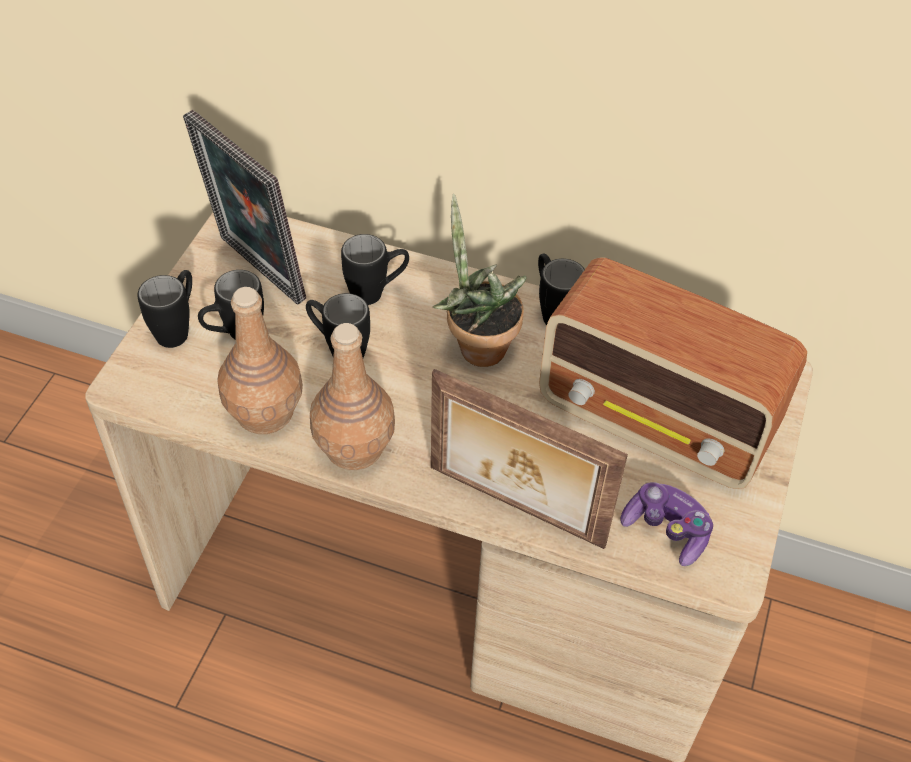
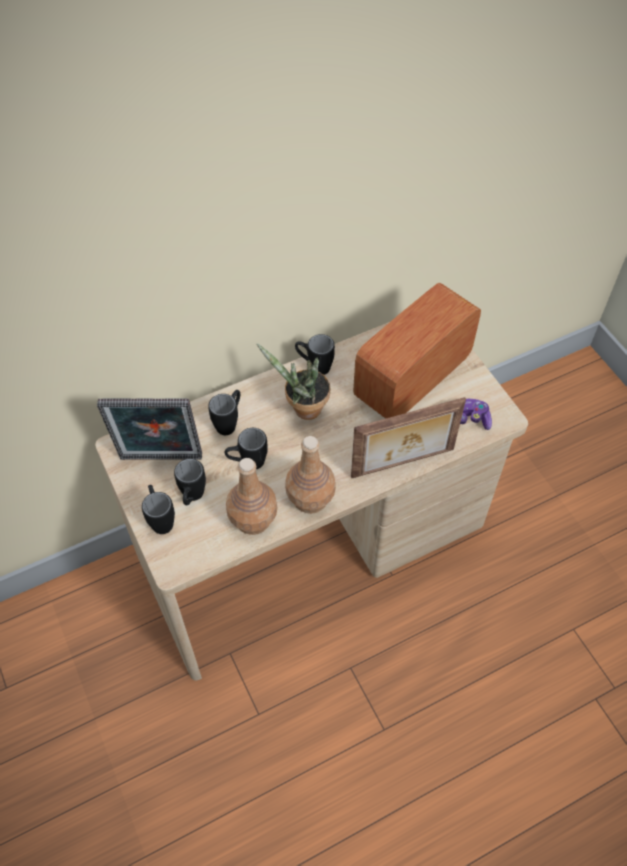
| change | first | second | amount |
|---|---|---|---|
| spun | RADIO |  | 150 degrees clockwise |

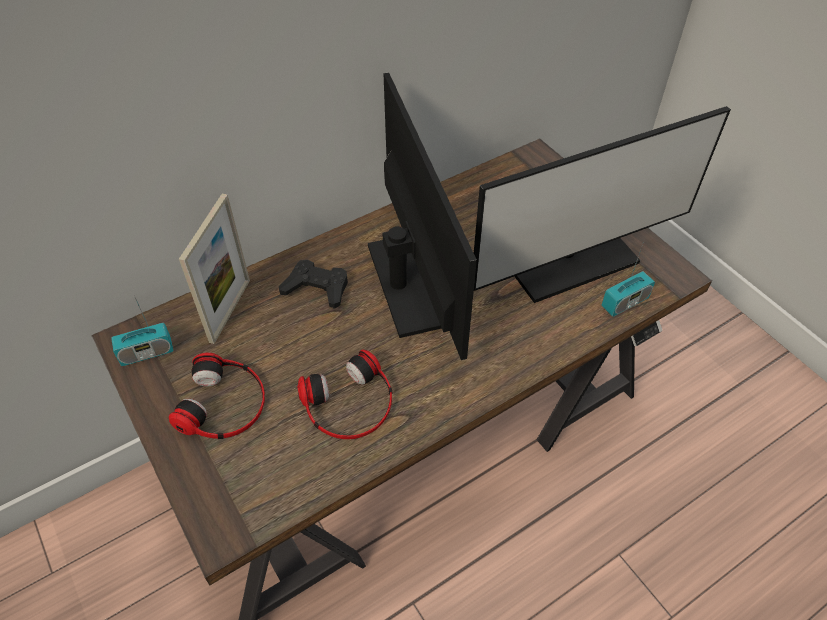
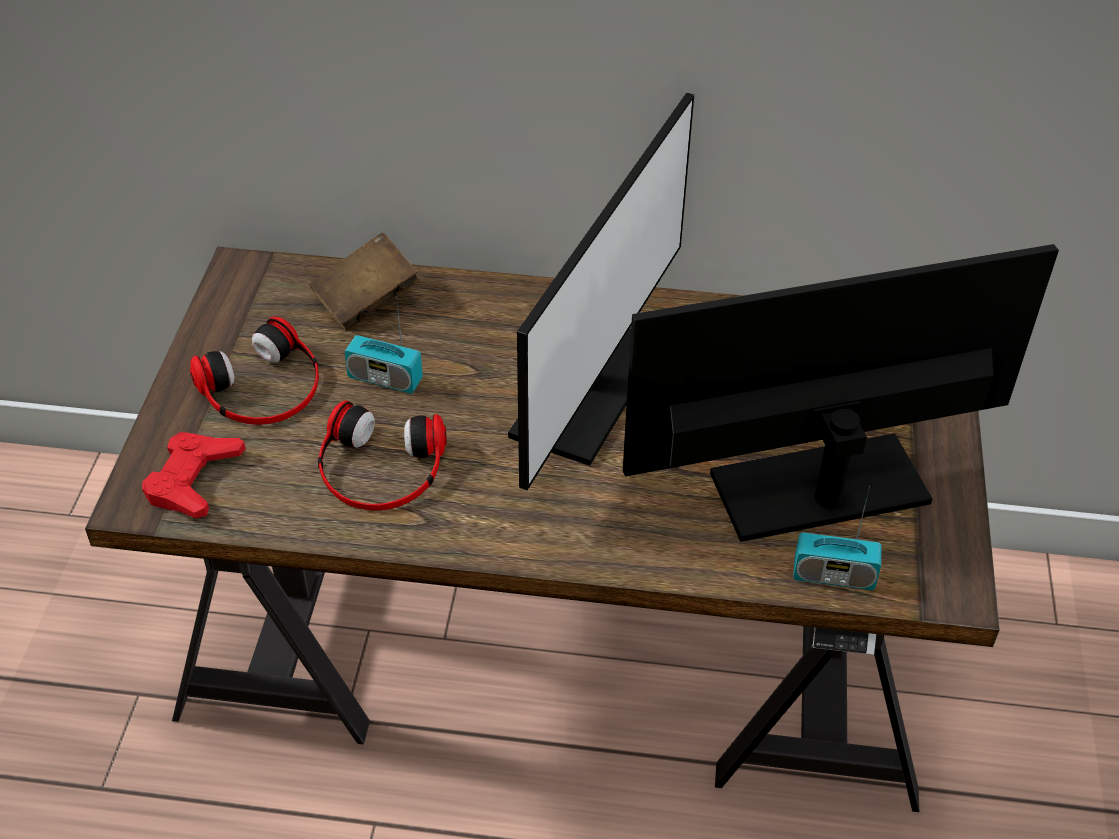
| change | first | second | amount |
|---|---|---|---|
| relocated | RADIO (no. 1 from left) |  |  |
| exchanged | PHOTO FRAME | BROWNISH BOOK |  |
| missing | BLACKISH GAME CONTROLLER |  |  |
| spun | COMPUTER DISPLAY (no. 2 from left) |  | 150 degrees clockwise |
| appeared |  | RED-COLOURED GAME CONTROLLER |  |

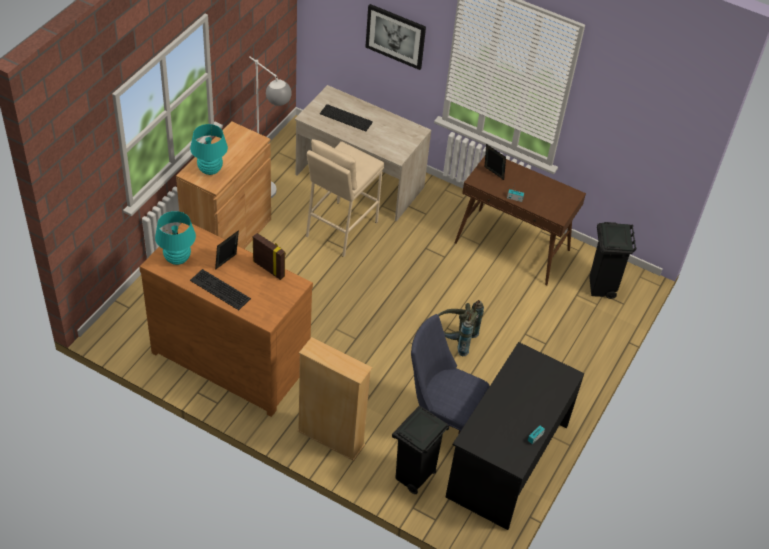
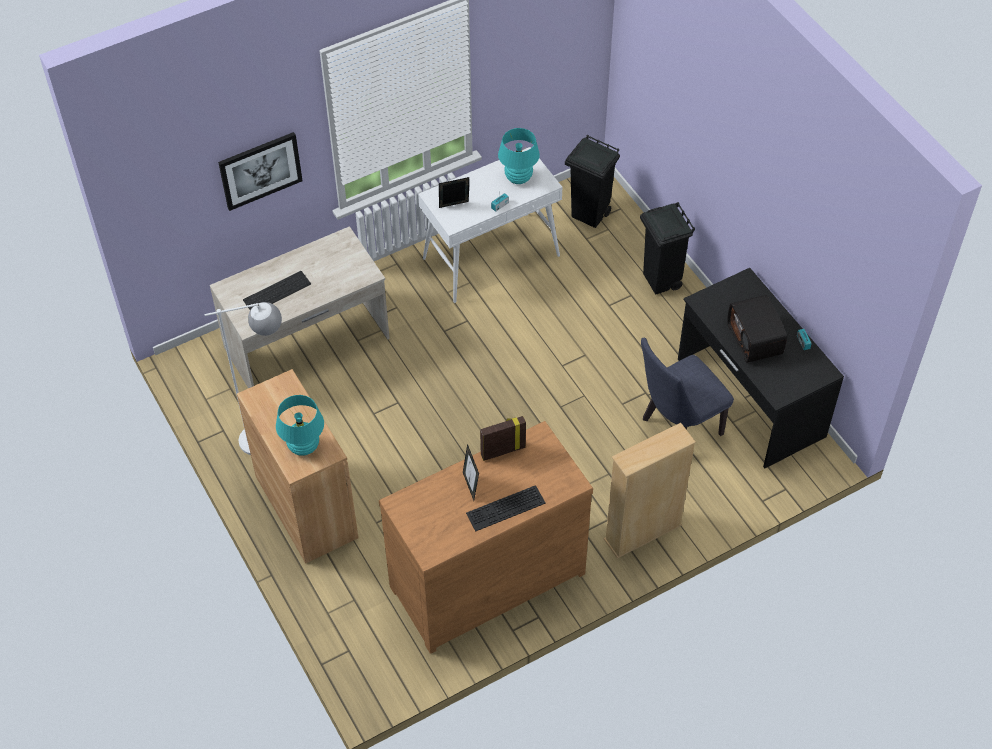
| change | first | second | amount |
|---|---|---|---|
| relocated | TURQUOISE-COLOURED TABLE LAMP (no. 1 from left in the first image) | TURQUOISE-COLOURED TABLE LAMP (no. 2 from left) |  |
| missing | SAND-COLOURED STOOL SEAT |  |  |
| relocated | BLACKISH TRASH CAN (no. 1 from left in the first image) | BLACKISH TRASH CAN (no. 2 from left) |  |
| missing | GREY KNAPSACK |  |  |
| colour | BROWNISH HALL TABLE | WHITISH HALL TABLE |  |
| appeared |  | RADIO (no. 2 from left) |  |

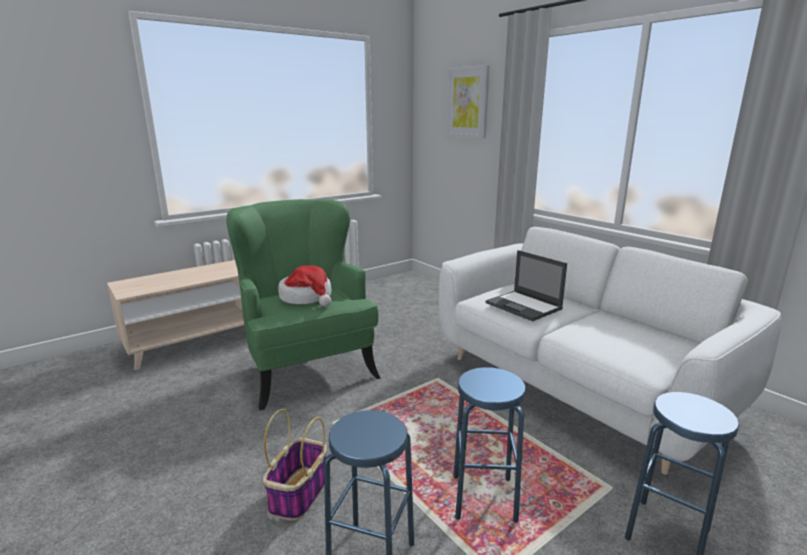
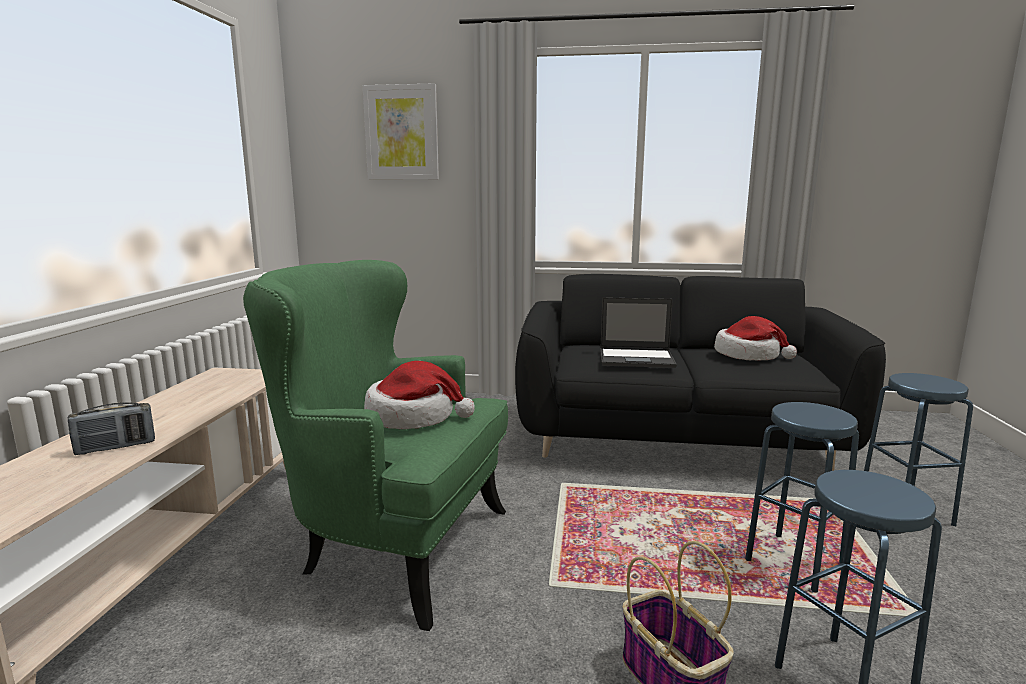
| change | first | second | amount |
|---|---|---|---|
| colour | WHITISH SETTEE | BLACKISH SETTEE |  |
| appeared |  | RADIO |  |
| appeared |  | HAT (no. 2 from left) |  |

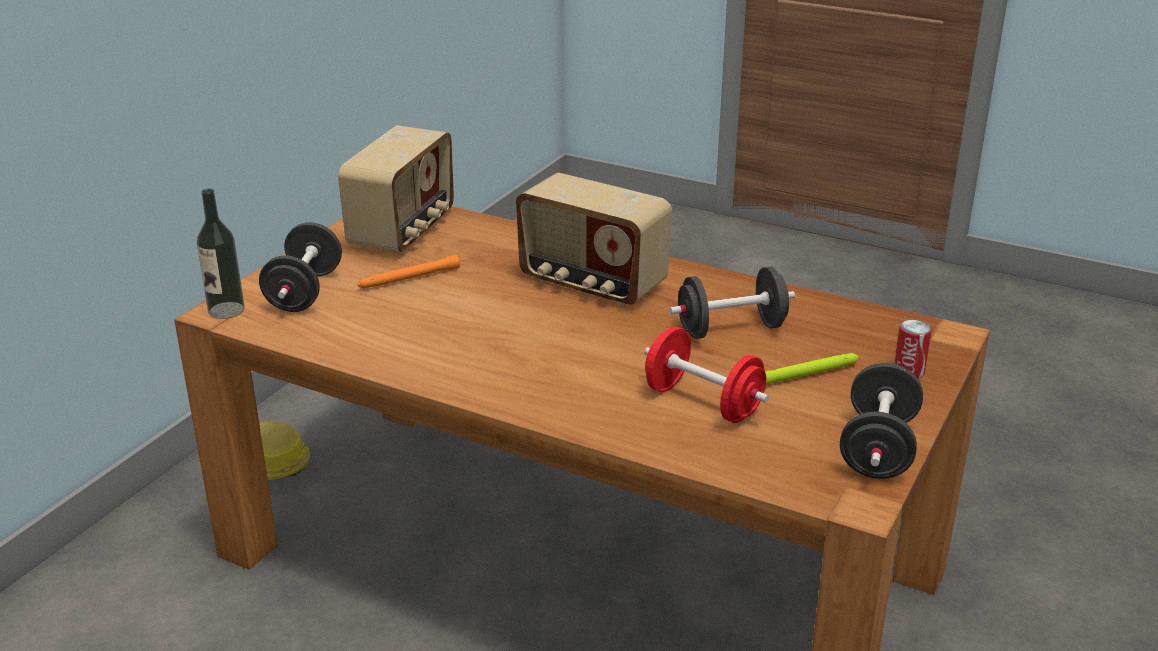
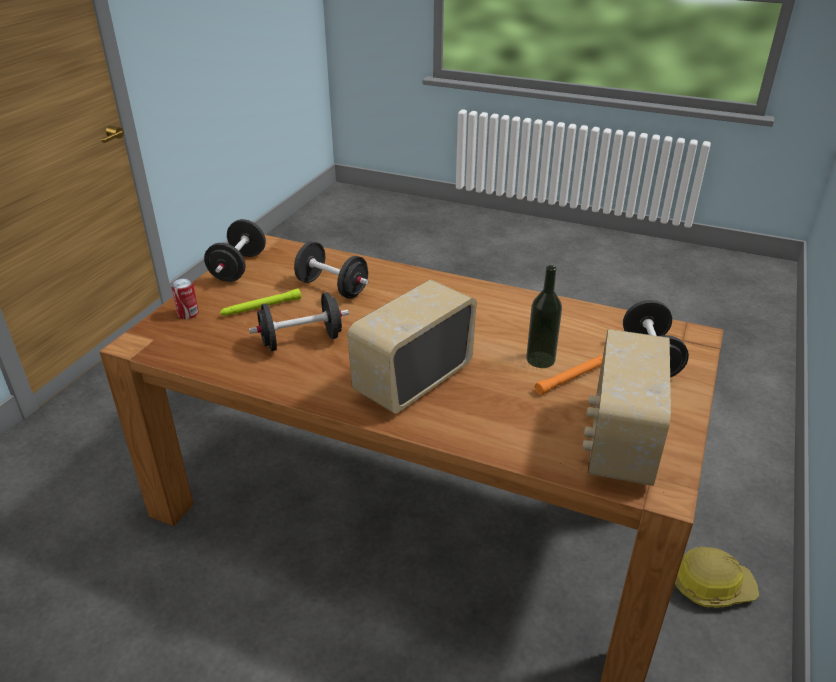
| change | first | second | amount |
|---|---|---|---|
| relocated | BOTTLE |  |  |
| spun | RADIO (no. 2 from left in the first image) | RADIO (no. 1 from left) | 75 degrees counterclockwise |
| colour | RED-COLOURED FREE WEIGHT | BLACKISH FREE WEIGHT (no. 3 from left) |  |

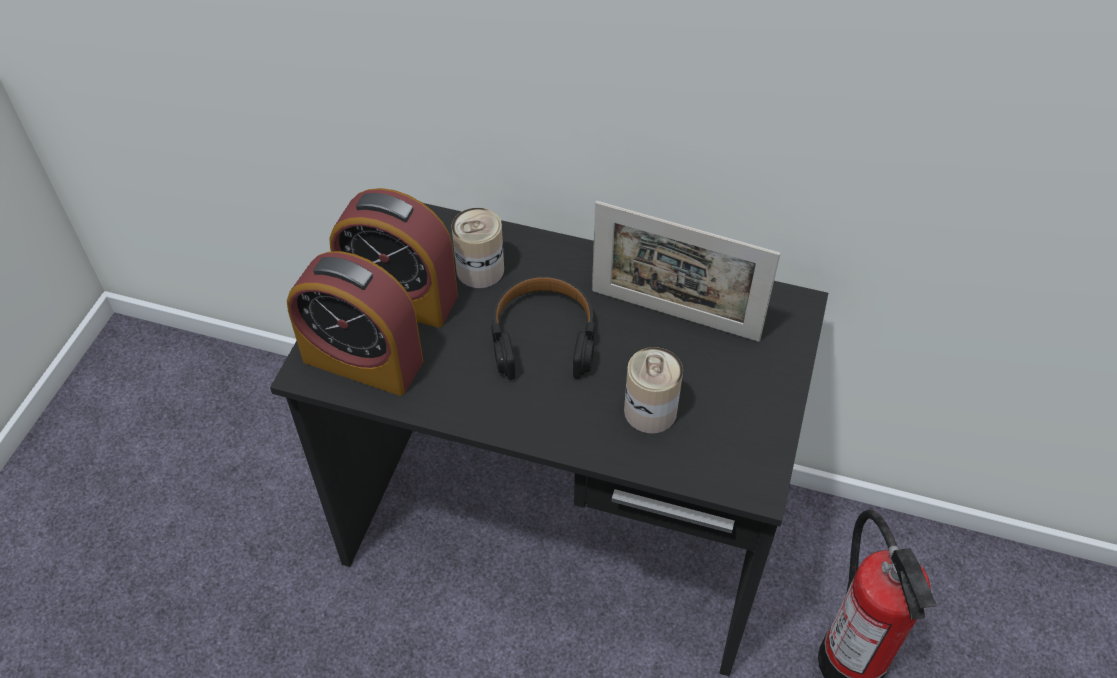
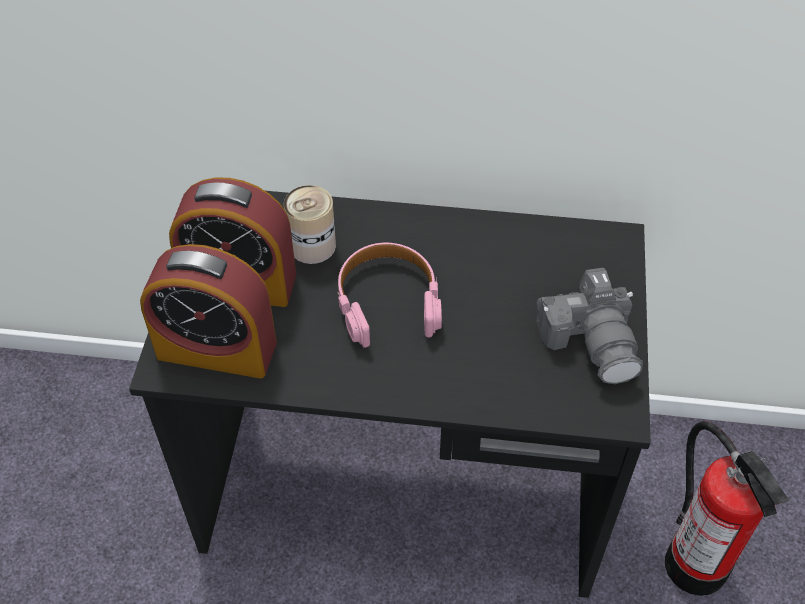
| change | first | second | amount |
|---|---|---|---|
| colour | BLACKISH PAIR OF HEADPHONES | PINKISH PAIR OF HEADPHONES |  |
| missing | PHOTO FRAME |  |  |
| missing | METAL CAN (no. 2 from left) |  |  |
| appeared |  | STILL CAMERA |  |

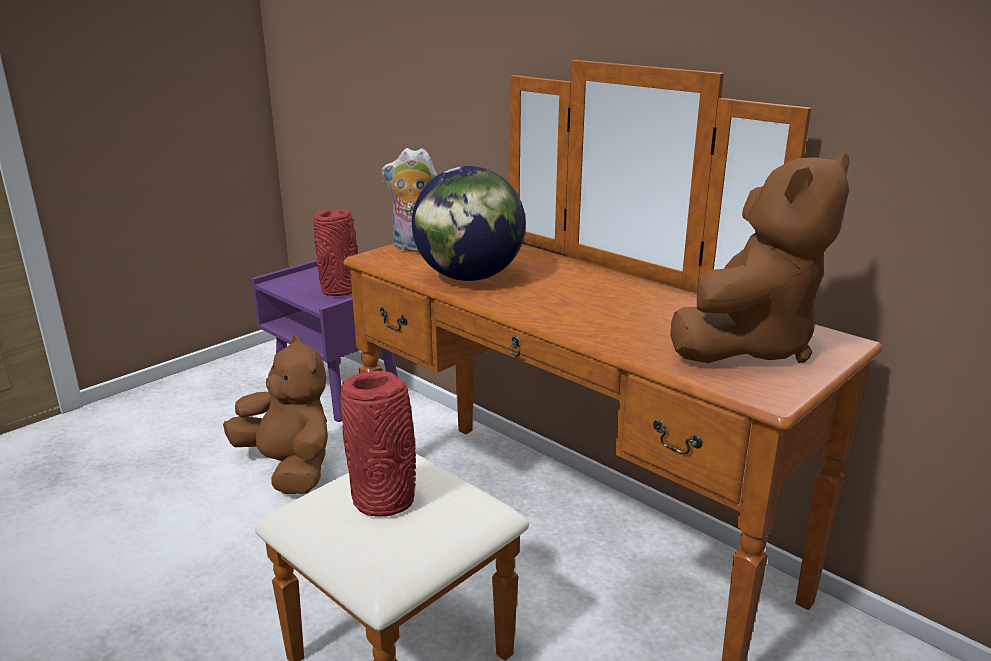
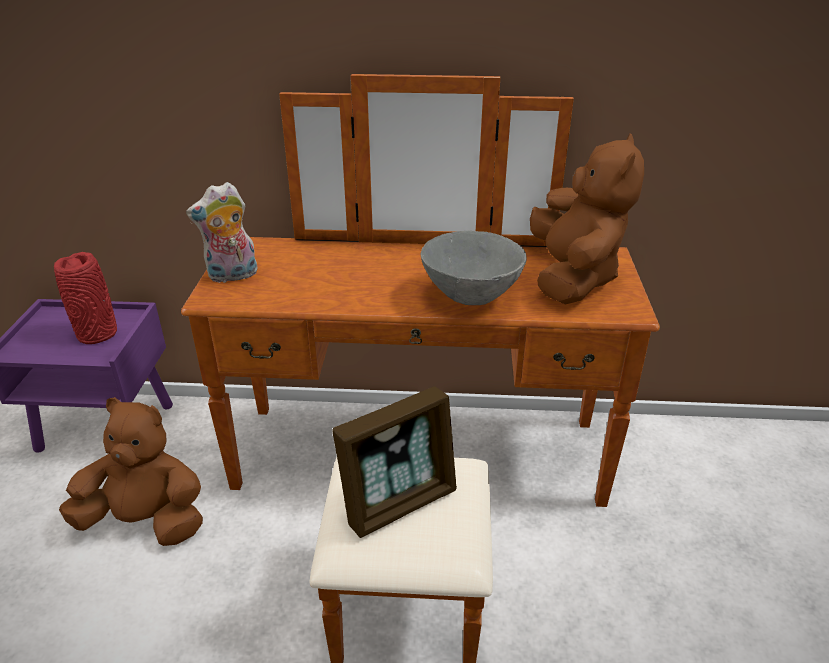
| change | first | second | amount |
|---|---|---|---|
| exchanged | RED-COLOURED DECORATIVE VASE (no. 2 from left) | PHOTO FRAME |  |
| missing | WORLD GLOBE |  |  |
| appeared |  | GREY SERVING BOWL |  |

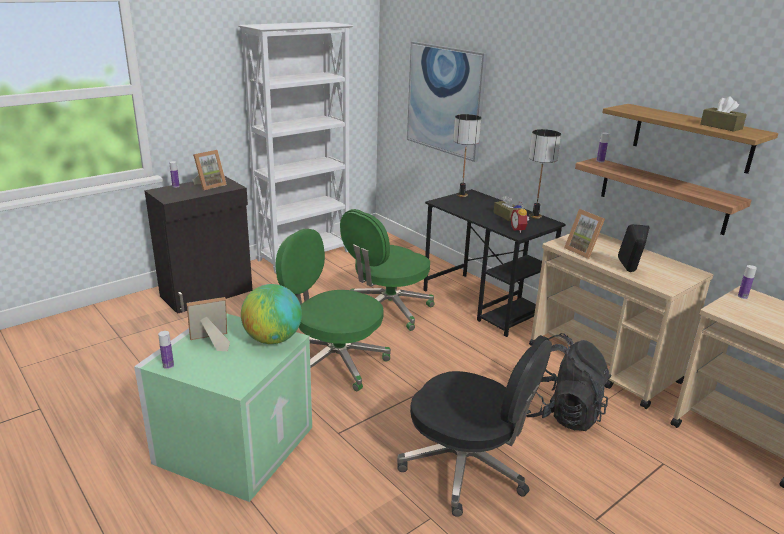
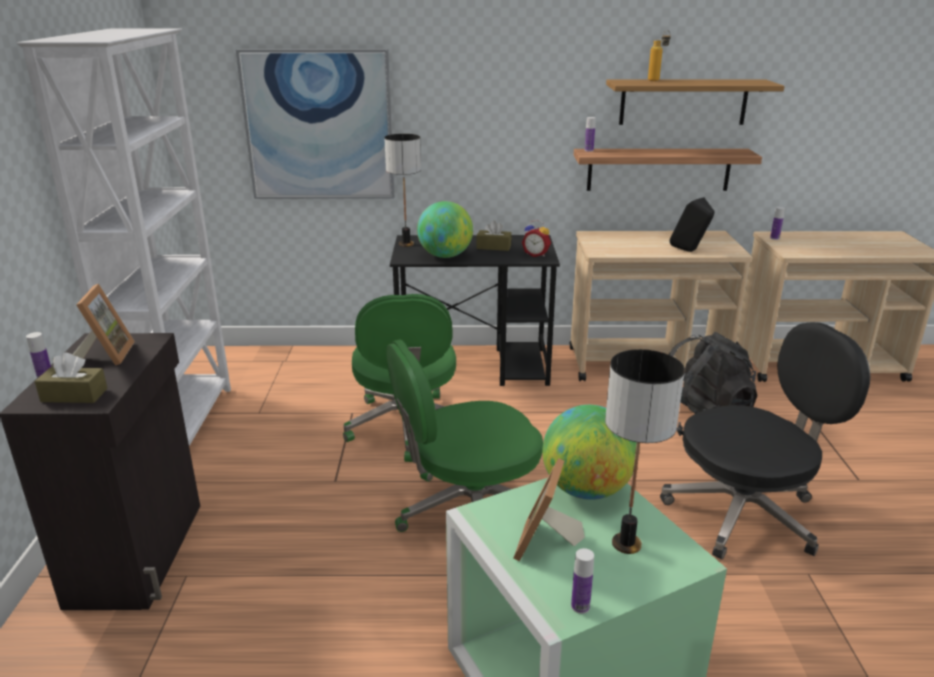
| change | first | second | amount |
|---|---|---|---|
| relocated | TABLE LAMP (no. 2 from left) |  |  |
| missing | PHOTO FRAME (no. 3 from left) |  |  |
| relocated | BROWNISH TISSUE BOX (no. 2 from left in the first image) | BROWNISH TISSUE BOX (no. 1 from left) |  |
| appeared |  | WORLD GLOBE (no. 1 from left) |  |
| appeared |  | BOTTLE (no. 4 from left) |  |

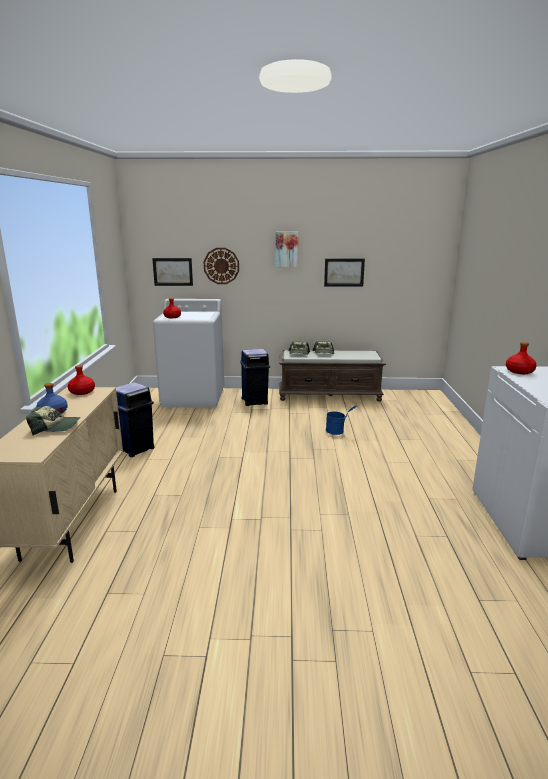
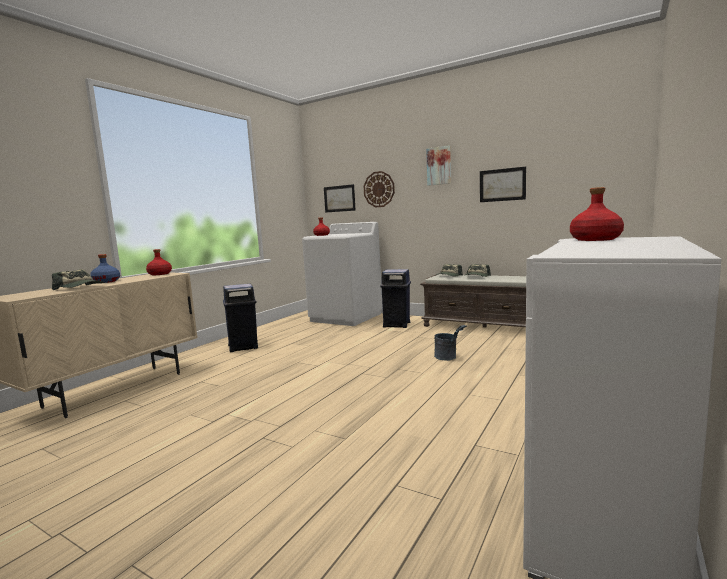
| change | first | second | amount |
|---|---|---|---|
| colour | BLUE PAIL | GREY PAIL |  |

